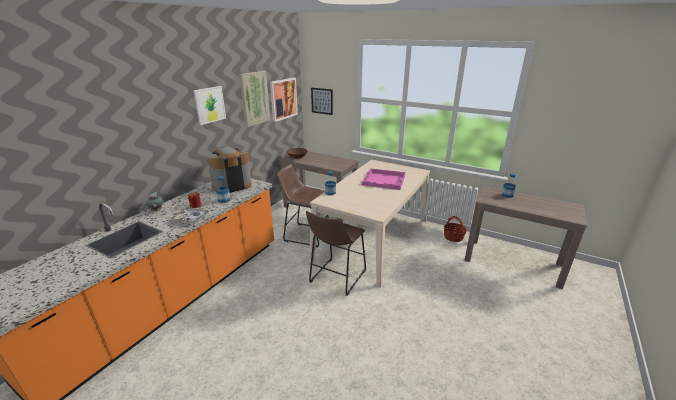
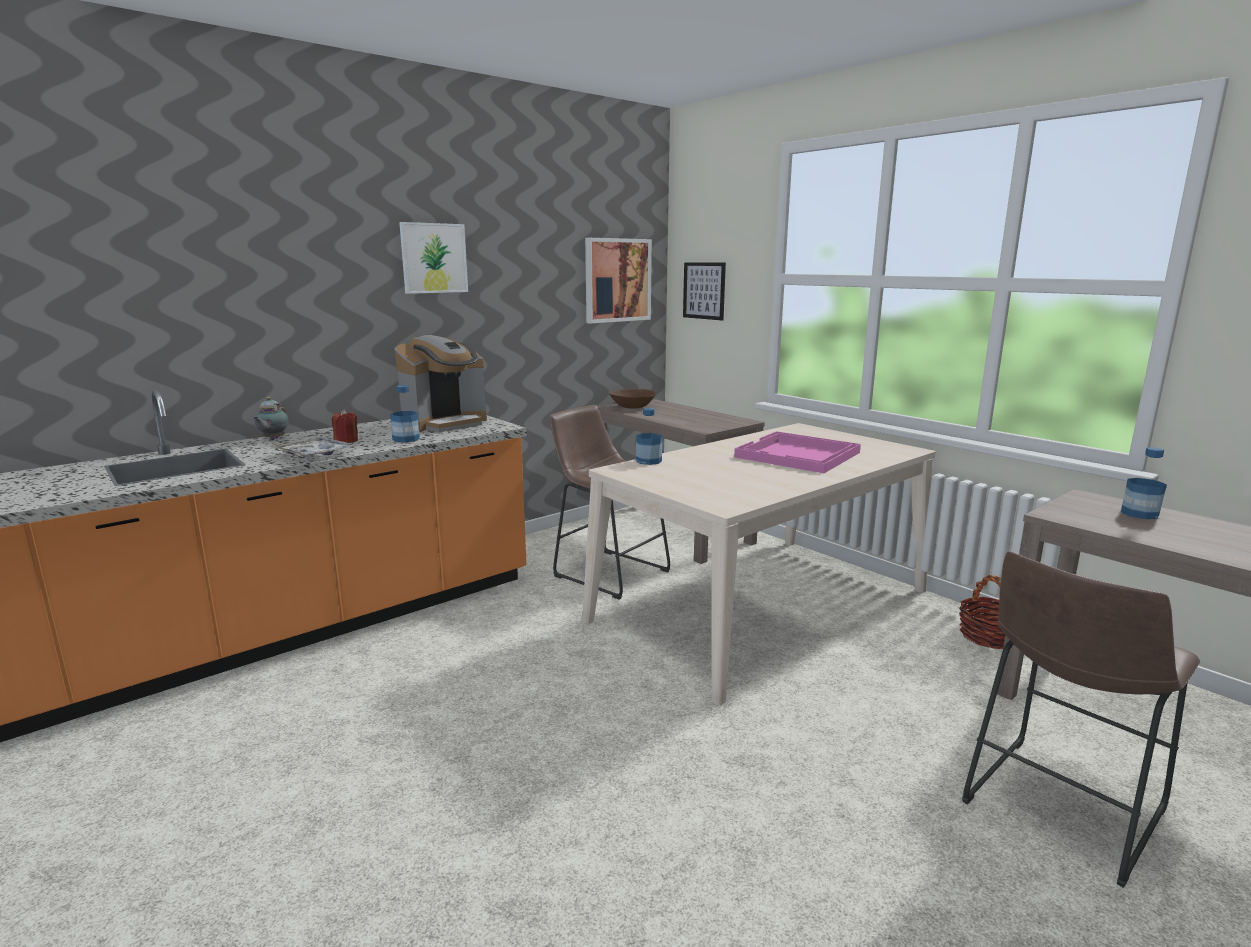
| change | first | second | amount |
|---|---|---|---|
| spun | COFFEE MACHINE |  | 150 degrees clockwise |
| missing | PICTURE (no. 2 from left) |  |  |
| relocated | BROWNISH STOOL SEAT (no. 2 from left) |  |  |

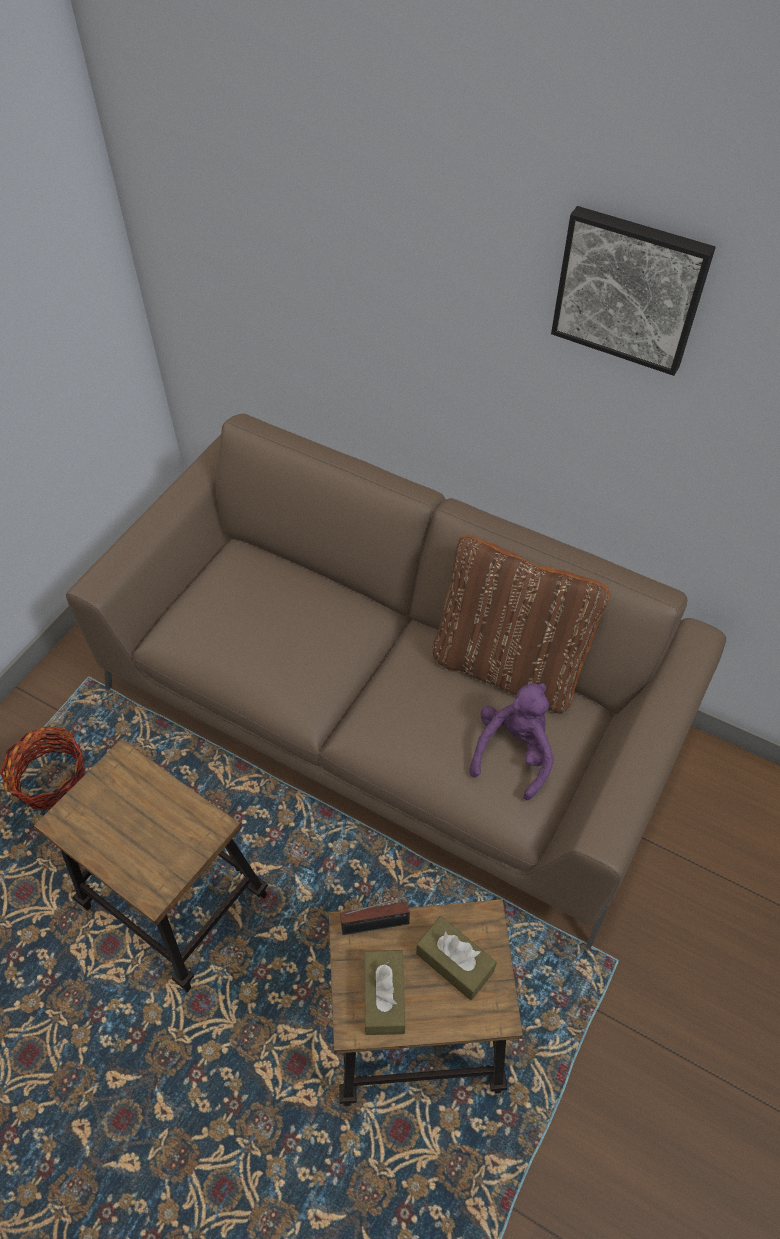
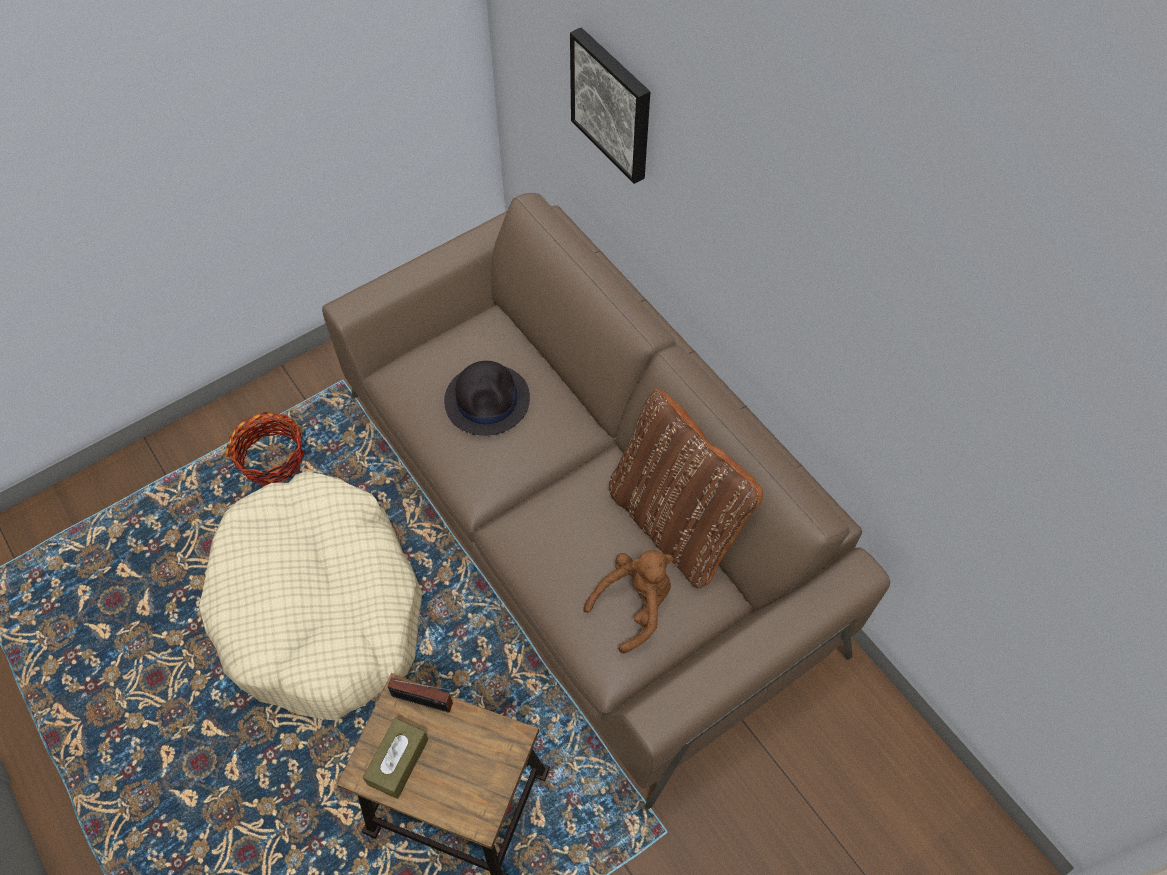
| change | first | second | amount |
|---|---|---|---|
| exchanged | STOOL SEAT (no. 1 from left) | SAND-COLOURED DOG CUSHION |  |
| missing | BROWNISH TISSUE BOX (no. 2 from left) |  |  |
| colour | PURPLE PLUSH TOY | BROWNISH PLUSH TOY |  |
| relocated | PICTURE |  |  |
| appeared |  | BLACKISH HAT |  |

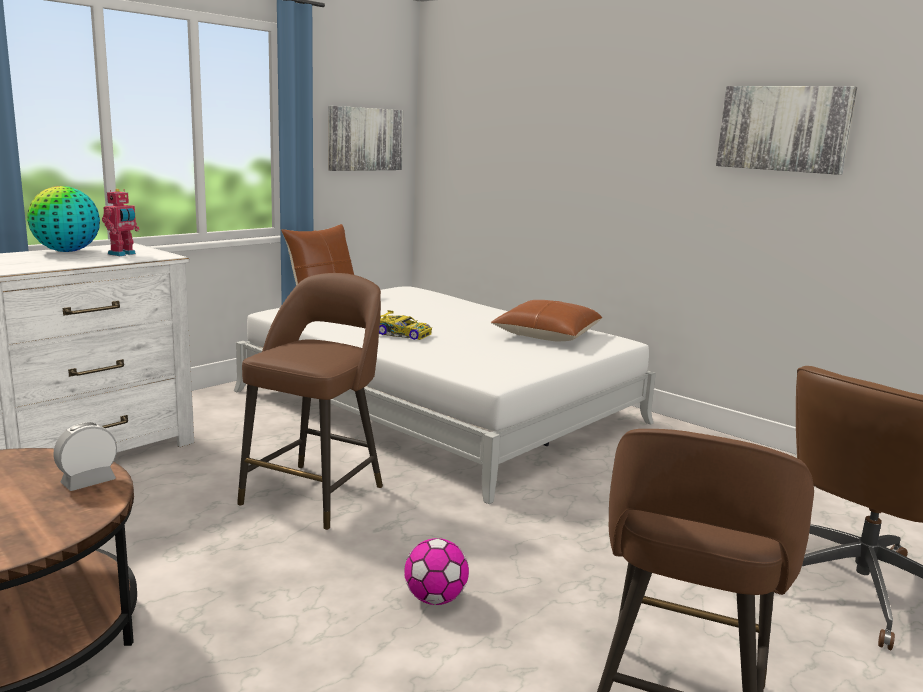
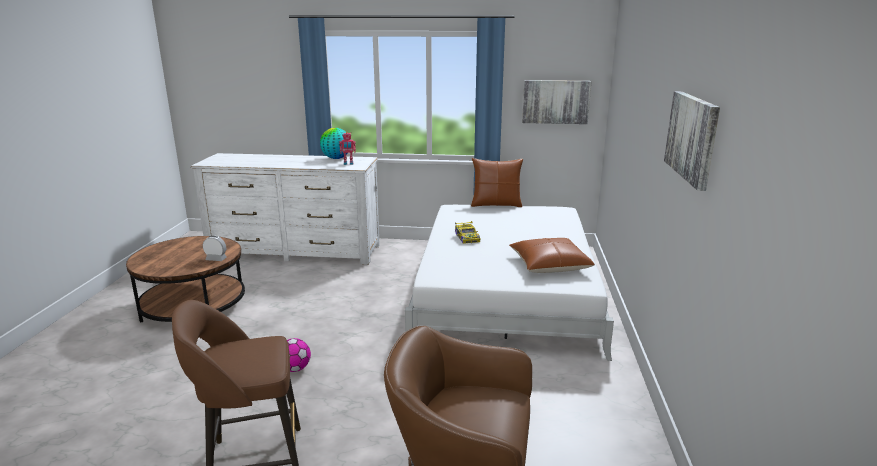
| change | first | second | amount |
|---|---|---|---|
| missing | BROWNISH STOOL SEAT (no. 1 from left) |  |  |

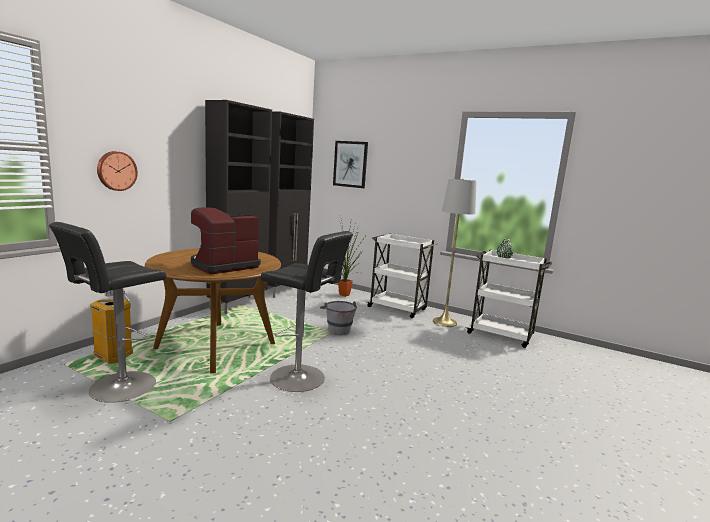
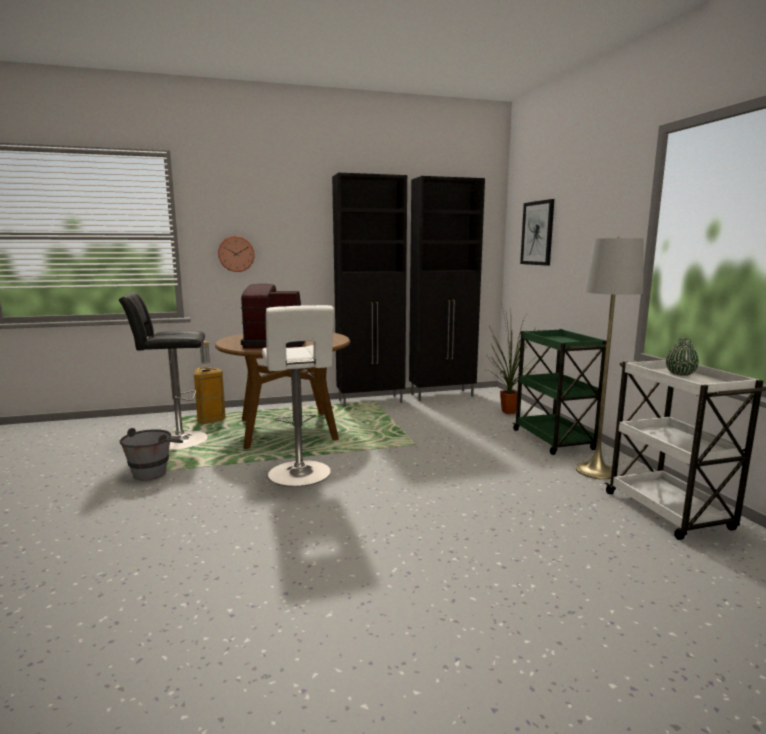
| change | first | second | amount |
|---|---|---|---|
| colour | BLACKISH STOOL SEAT (no. 2 from left) | WHITISH STOOL SEAT |  |
| relocated | GREY PAIL |  |  |
| colour | WHITISH WHEELED CART (no. 1 from left) | GREEN-COLOURED WHEELED CART |  |

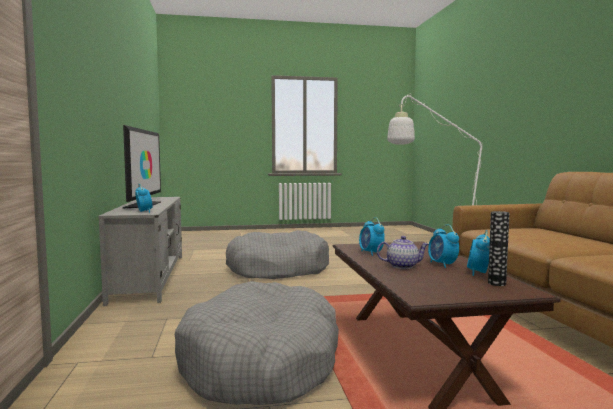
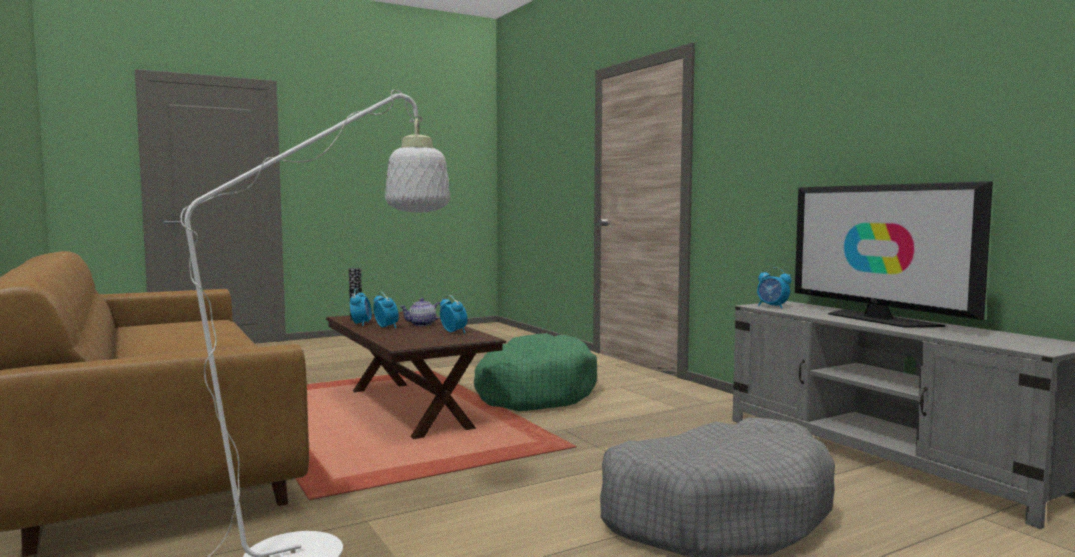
| change | first | second | amount |
|---|---|---|---|
| colour | GREY DOG CUSHION (no. 1 from left) | GREEN-COLOURED DOG CUSHION |  |

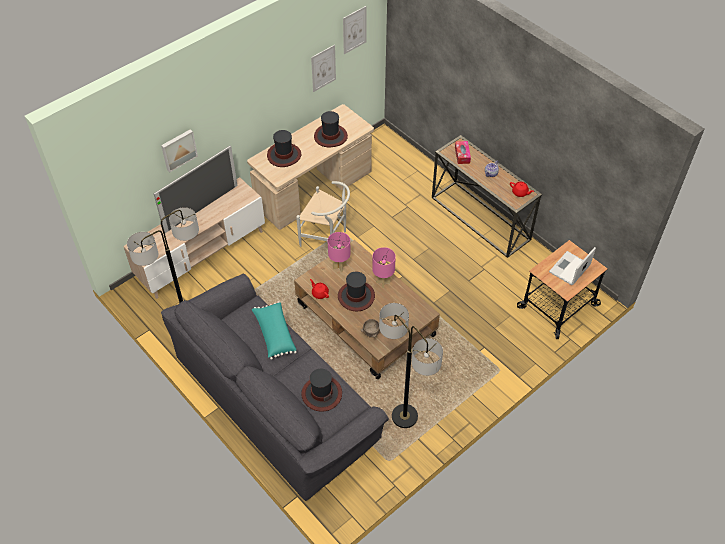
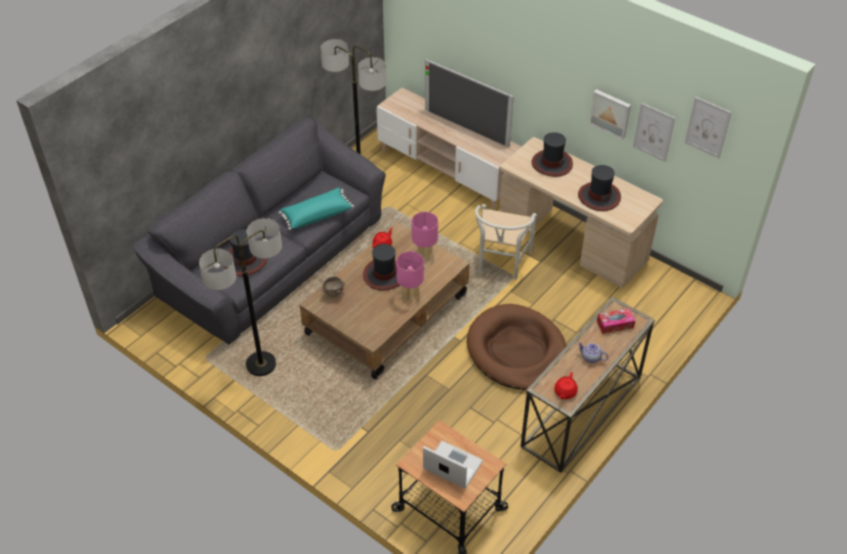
| change | first | second | amount |
|---|---|---|---|
| relocated | PICTURE (no. 1 from left) |  |  |
| appeared |  | BROWNISH DOG CUSHION |  |

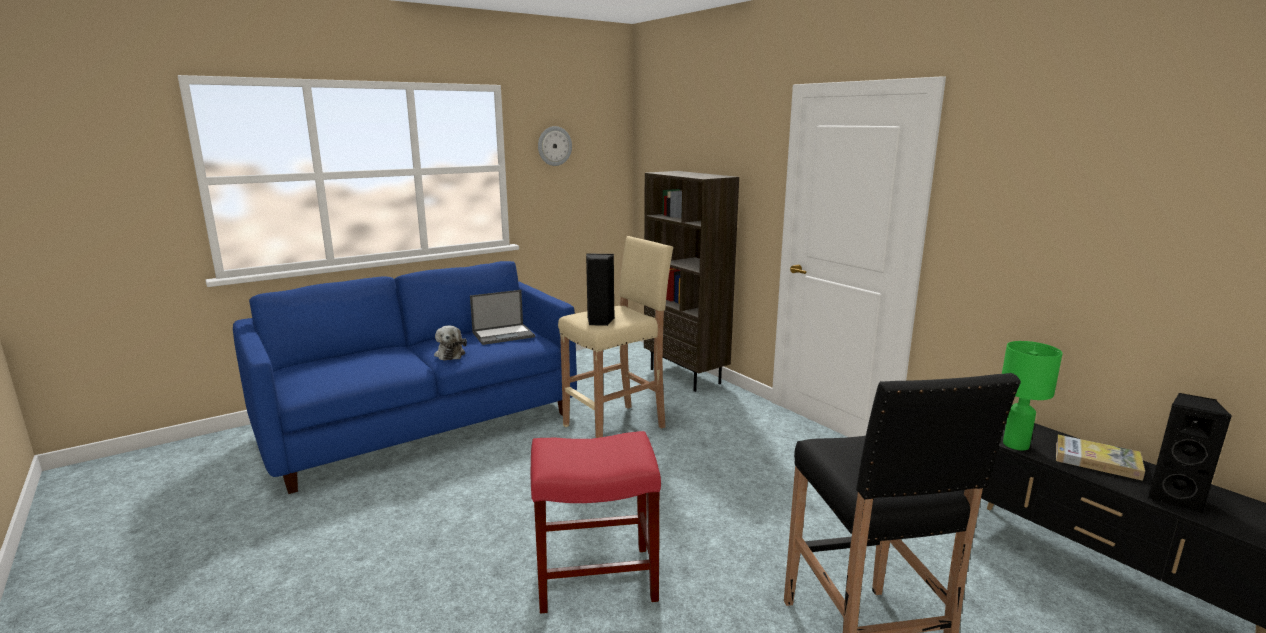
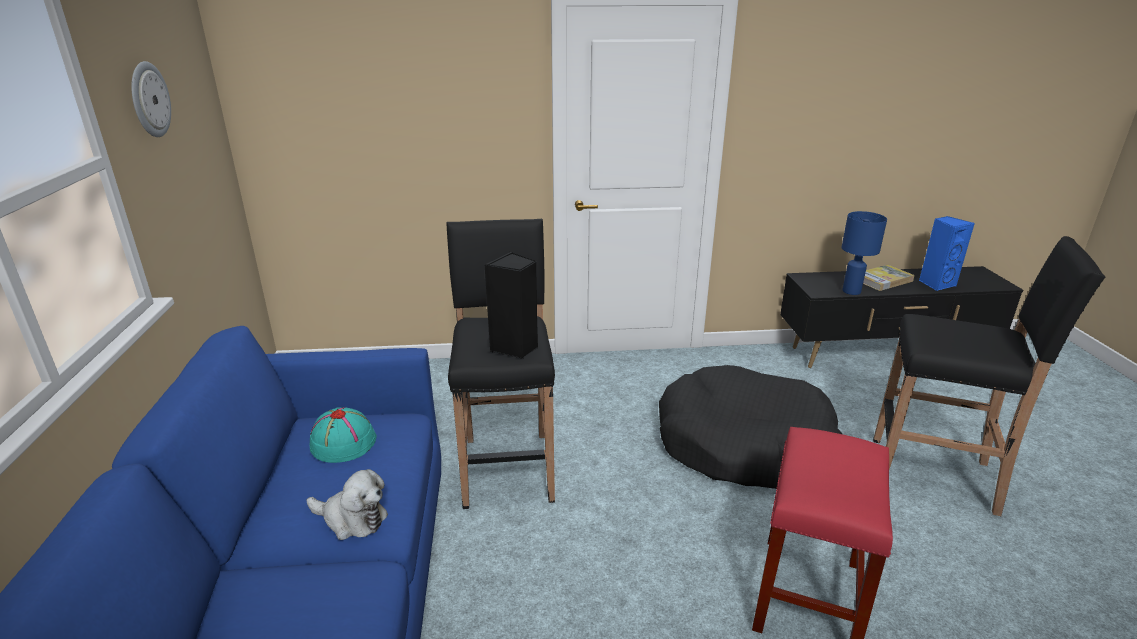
| change | first | second | amount |
|---|---|---|---|
| exchanged | LAPTOP | TURQUOISE-COLOURED HAT |  |
| colour | SAND-COLOURED STOOL SEAT | BLACKISH STOOL SEAT (no. 1 from left) |  |
| missing | BROWNISH SHELVING UNIT |  |  |
| colour | GREEN-COLOURED TABLE LAMP | BLUE TABLE LAMP |  |
| colour | BLACKISH SPEAKER (no. 2 from left) | BLUE SPEAKER |  |
| appeared |  | BLACKISH DOG CUSHION |  |

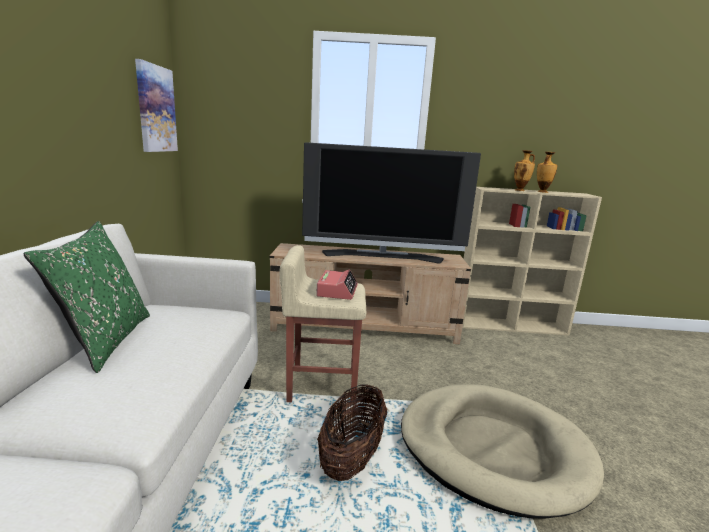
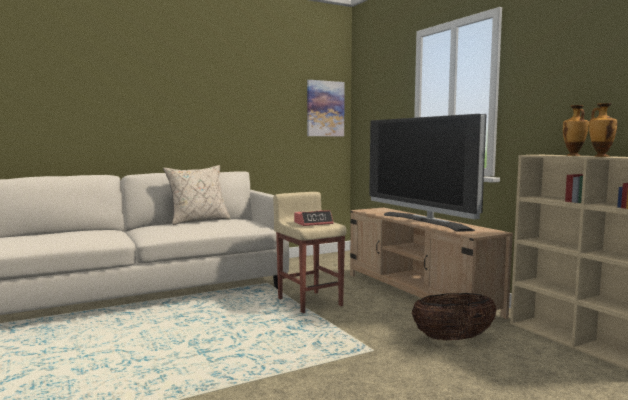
| change | first | second | amount |
|---|---|---|---|
| colour | GREEN-COLOURED CUSHION | SAND-COLOURED CUSHION |  |
| relocated | HOUSEHOLD BASKET |  |  |
| missing | SAND-COLOURED DOG CUSHION |  |  |

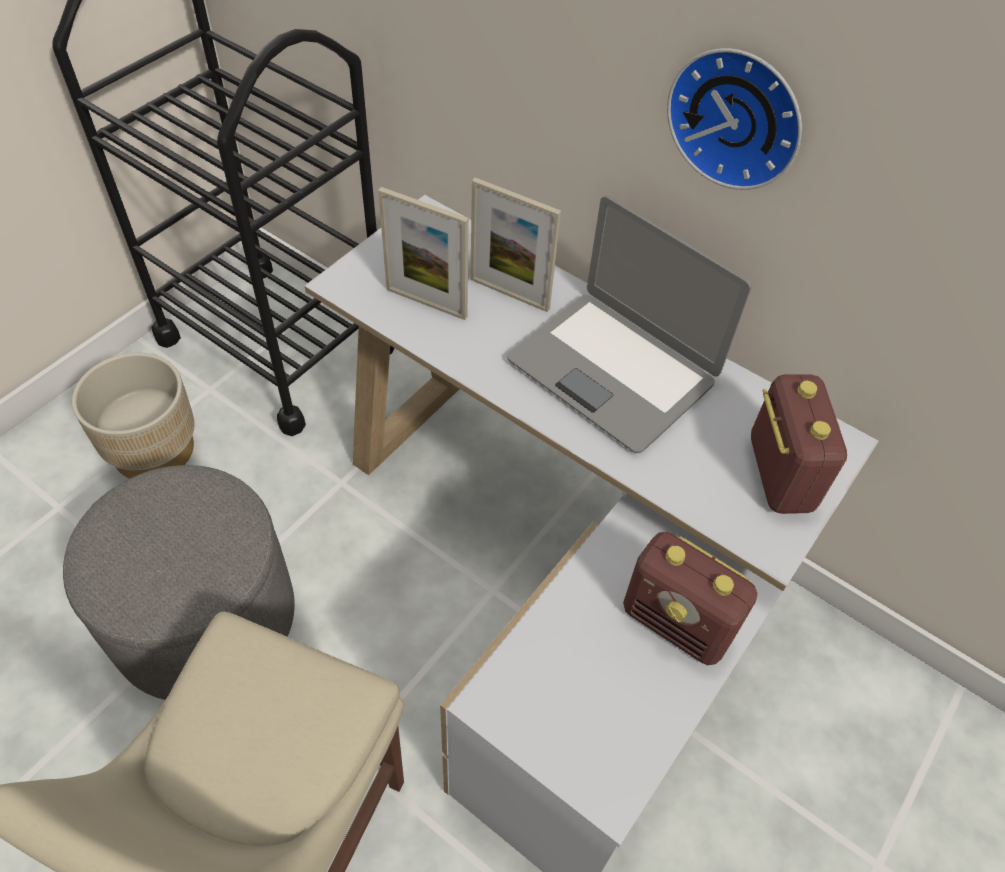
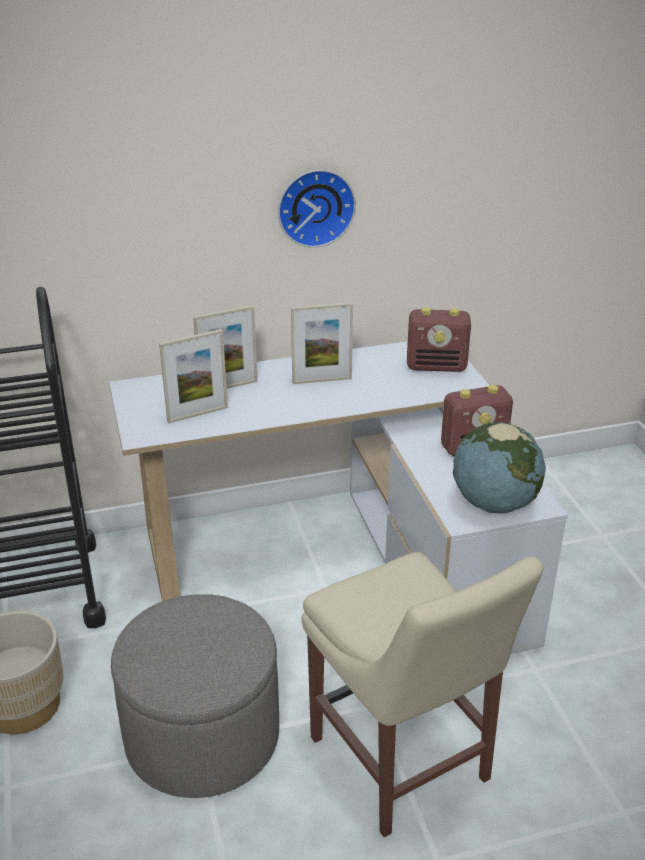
| change | first | second | amount |
|---|---|---|---|
| exchanged | LAPTOP | PHOTO FRAME (no. 3 from left) |  |
| spun | RADIO (no. 2 from left in the first image) | RADIO (no. 1 from left) | 150 degrees clockwise |
| appeared |  | WORLD GLOBE |  |

